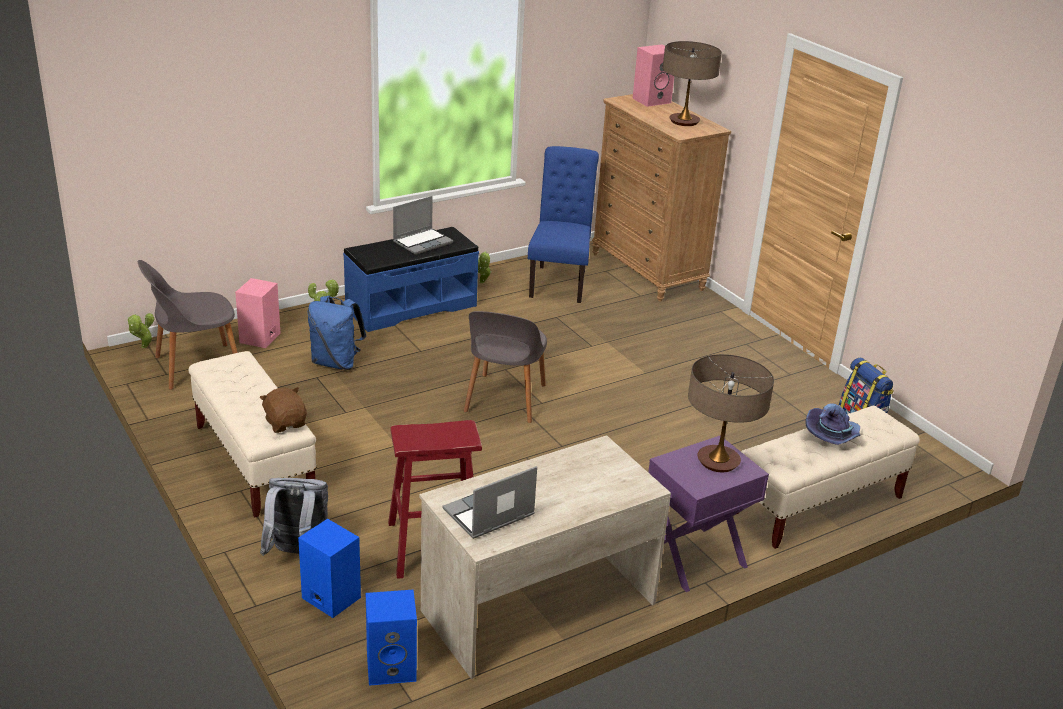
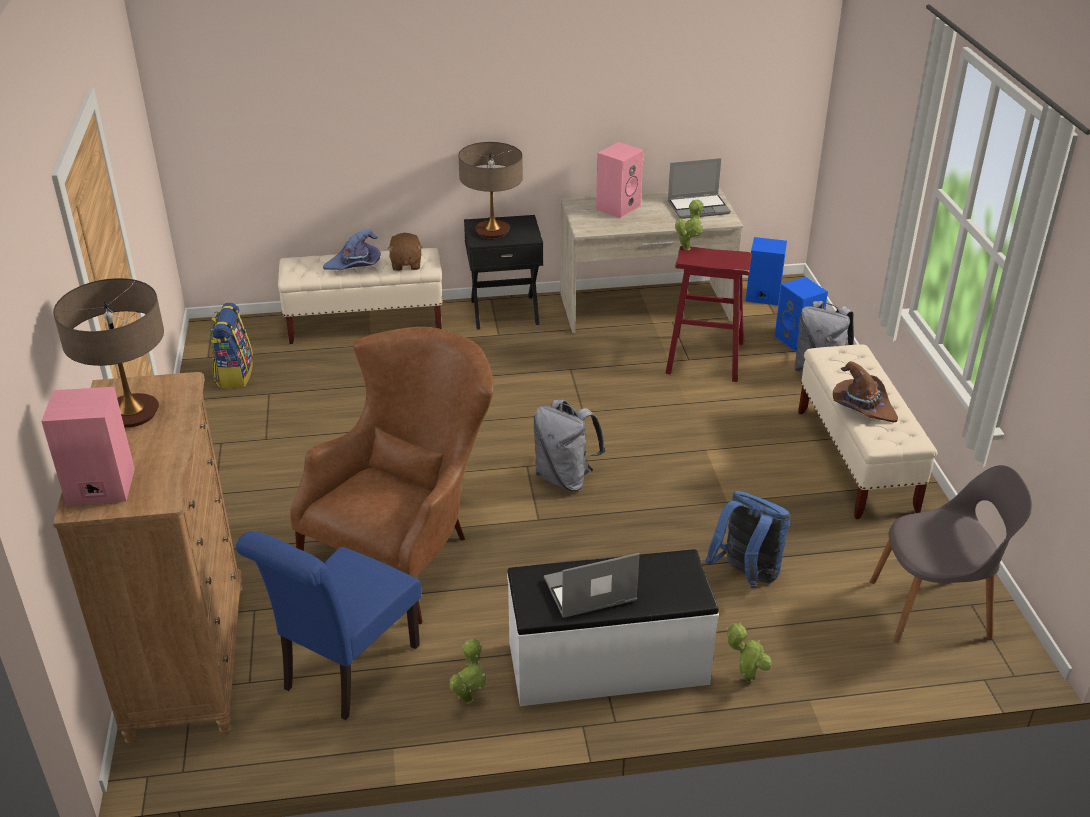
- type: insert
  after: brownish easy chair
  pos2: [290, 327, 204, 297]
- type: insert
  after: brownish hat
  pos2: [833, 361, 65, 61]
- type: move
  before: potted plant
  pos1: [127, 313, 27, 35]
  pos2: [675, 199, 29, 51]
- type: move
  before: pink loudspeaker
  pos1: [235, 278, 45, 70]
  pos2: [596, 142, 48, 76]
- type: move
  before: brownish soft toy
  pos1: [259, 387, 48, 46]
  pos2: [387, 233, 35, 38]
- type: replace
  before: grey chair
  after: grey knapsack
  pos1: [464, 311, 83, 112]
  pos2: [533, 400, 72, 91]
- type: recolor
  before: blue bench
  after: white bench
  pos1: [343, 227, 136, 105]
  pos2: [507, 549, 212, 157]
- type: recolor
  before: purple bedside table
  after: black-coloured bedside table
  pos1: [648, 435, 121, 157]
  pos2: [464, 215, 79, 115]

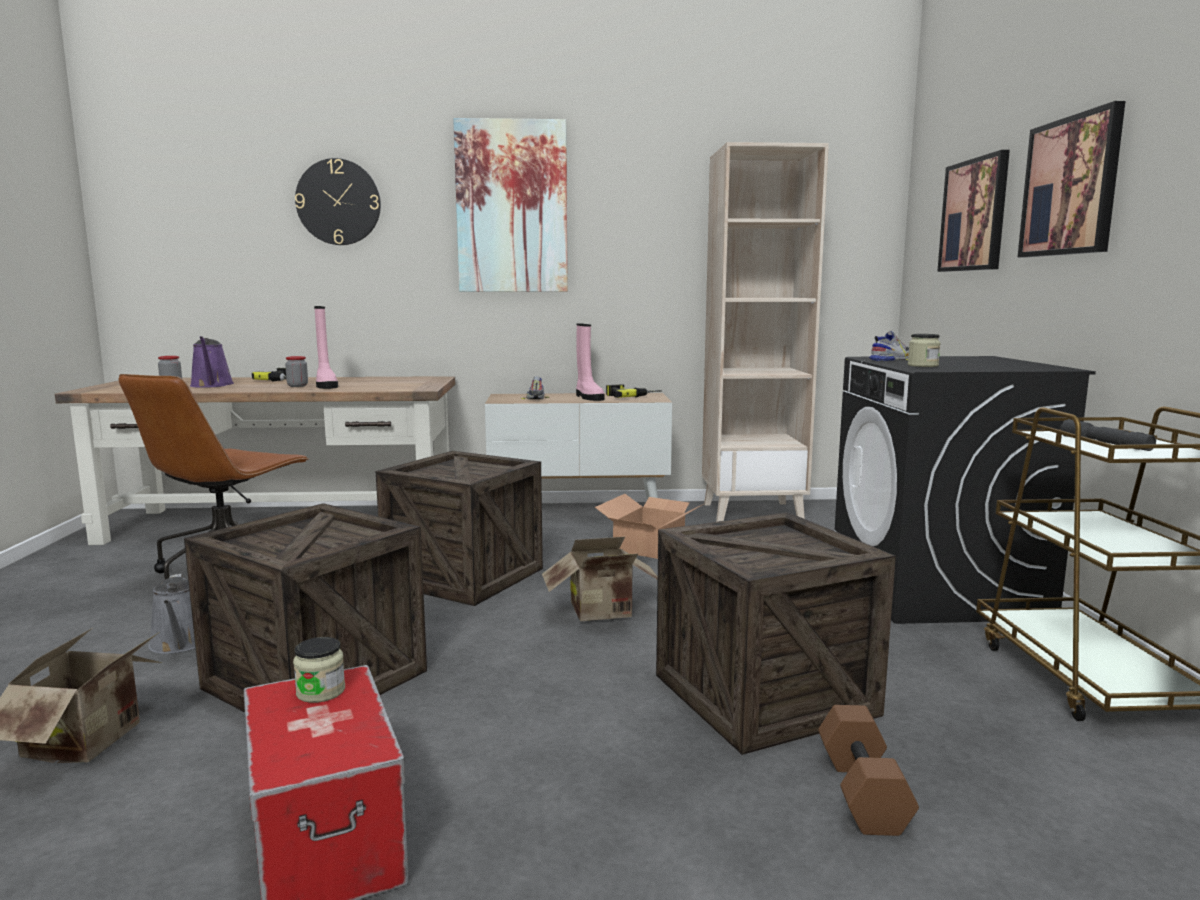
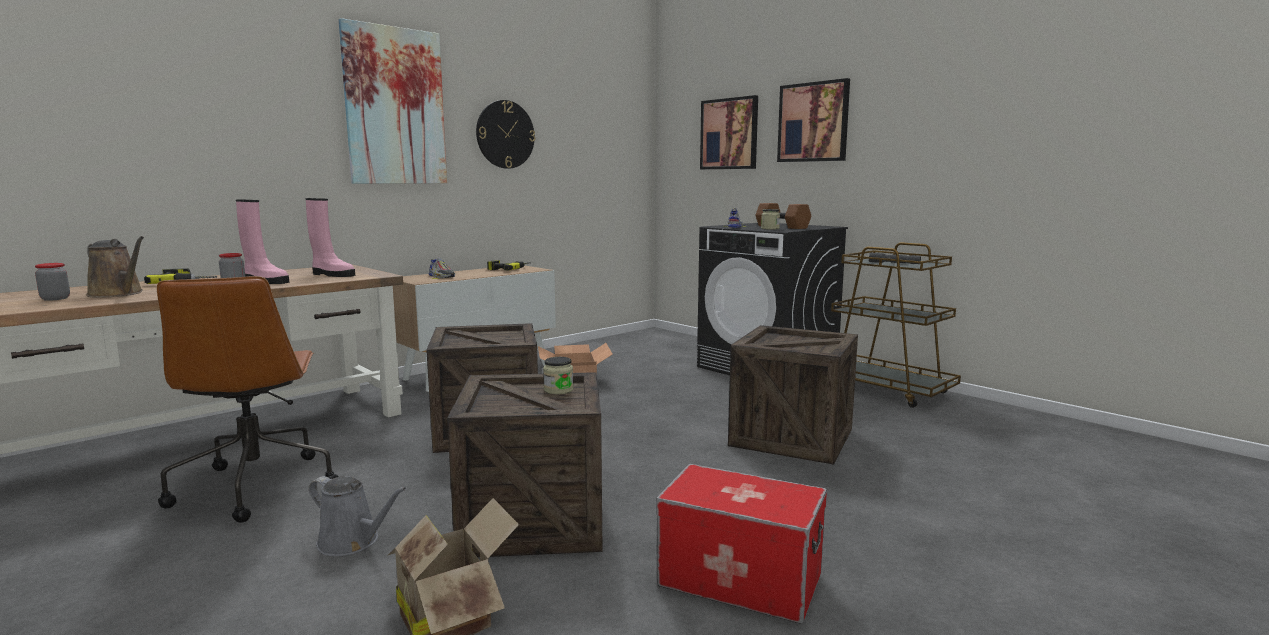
- type: delete
  before: packing box
  pos1: [542, 537, 116, 84]
- type: delete
  before: sand-coloured bookcase
  pos1: [702, 142, 127, 380]
- type: move
  before: jar
  pos1: [293, 637, 52, 66]
  pos2: [543, 357, 30, 37]
- type: move
  before: clock on the wall
  pos1: [295, 158, 86, 87]
  pos2: [476, 100, 59, 69]
- type: move
  before: pink high-top boot
  pos1: [576, 323, 29, 78]
  pos2: [305, 198, 50, 79]
- type: move
  before: brownish hand weight
  pos1: [818, 705, 101, 131]
  pos2: [756, 203, 55, 26]
- type: recolor
  before: purple sprinkling can
  after: brownish sprinkling can
  pos1: [190, 336, 44, 52]
  pos2: [86, 236, 58, 62]

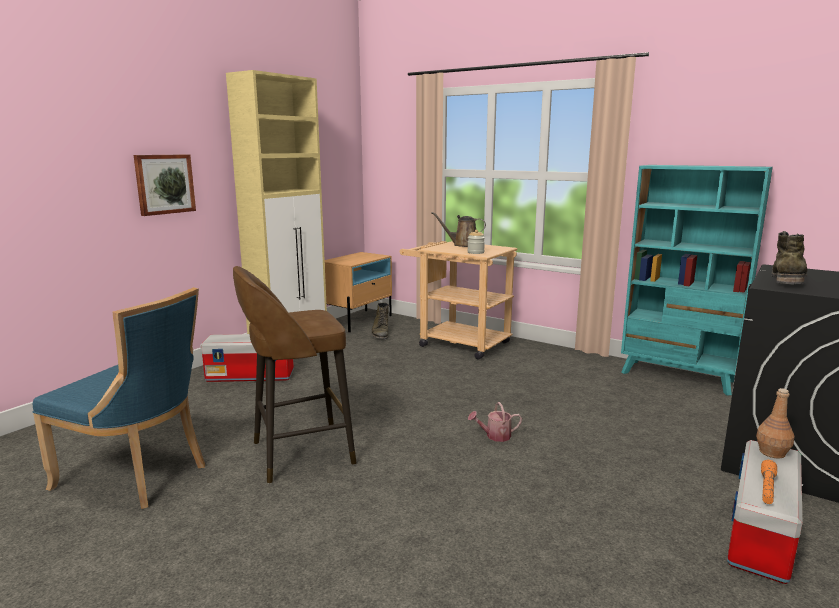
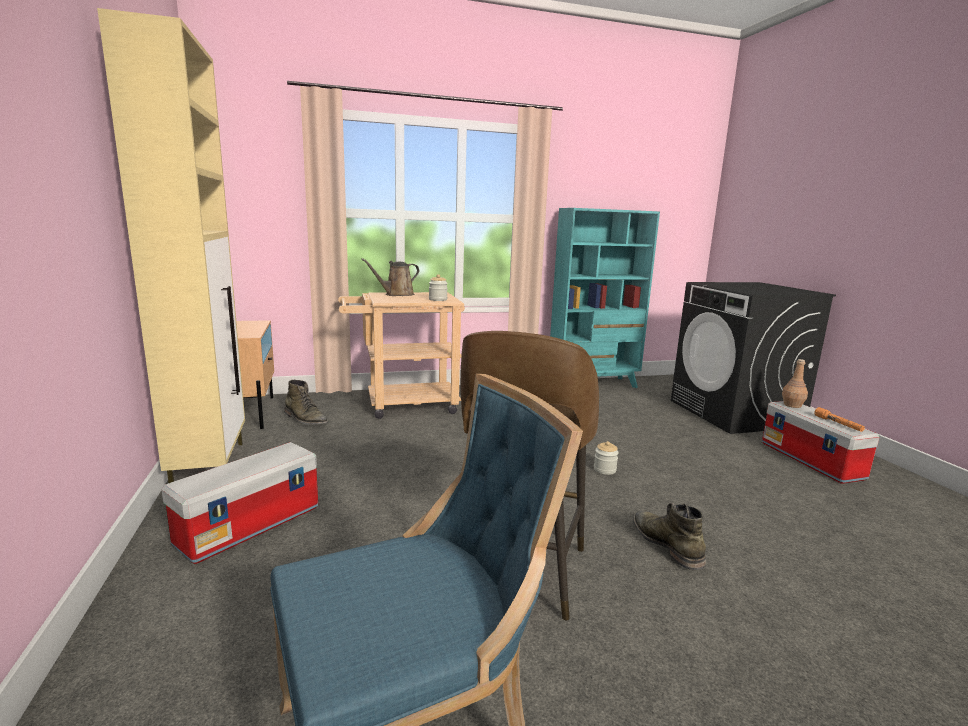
- type: delete
  before: wall art
  pos1: [134, 154, 62, 62]
- type: move
  before: green-coloured high-top boot
  pos1: [771, 231, 36, 54]
  pos2: [633, 502, 73, 68]
- type: replace
  before: sprinkling can
  after: jar
  pos1: [468, 402, 54, 40]
  pos2: [594, 441, 25, 34]

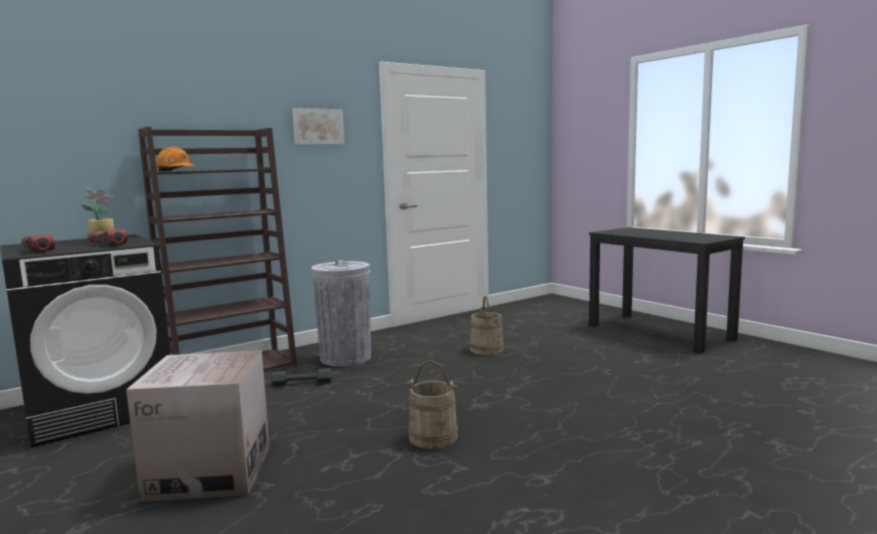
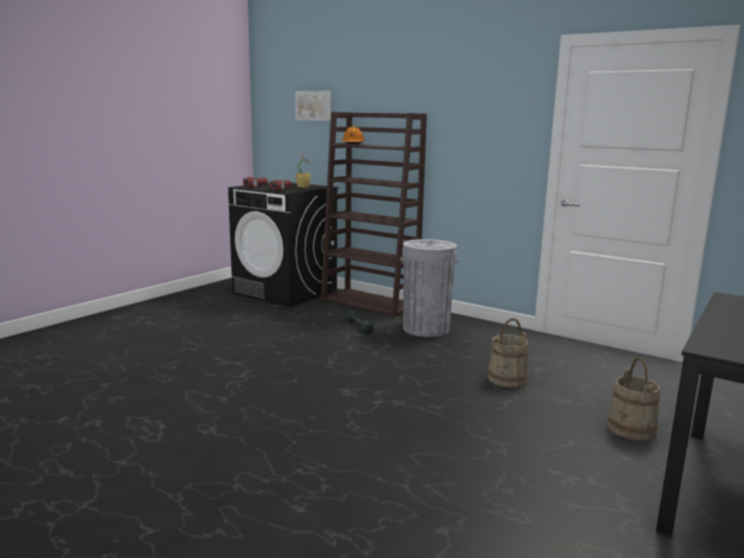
- type: delete
  before: packing box
  pos1: [126, 351, 144, 151]
- type: move
  before: wall art
  pos1: [292, 108, 53, 37]
  pos2: [295, 91, 36, 30]
- type: move
  before: sand-coloured pail
  pos1: [407, 360, 51, 89]
  pos2: [607, 357, 53, 84]

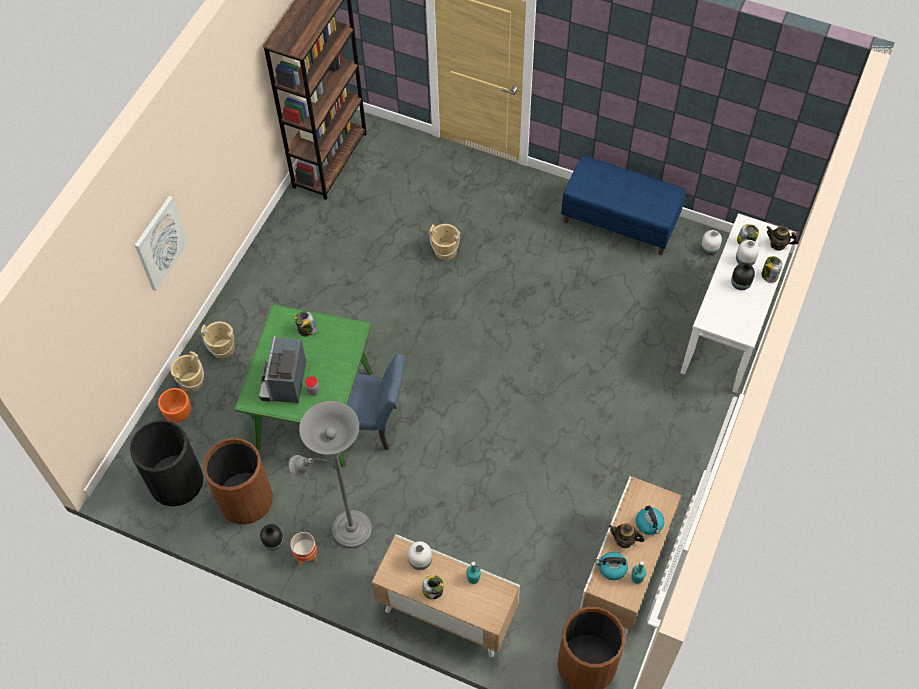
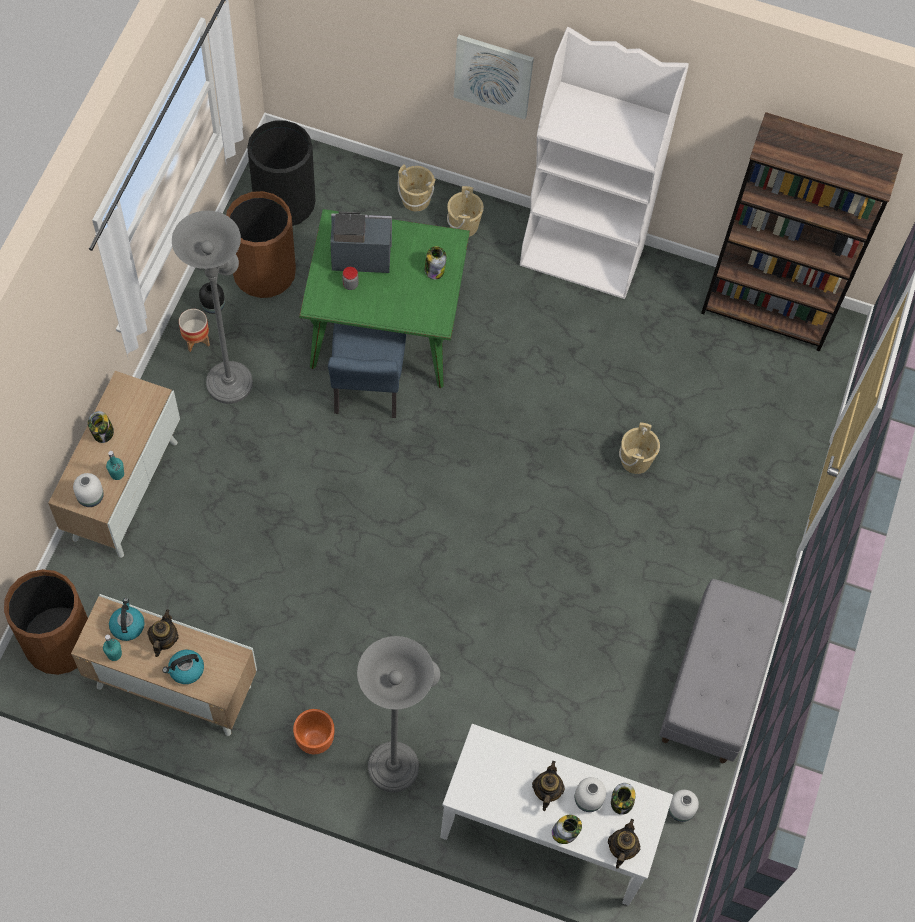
- type: insert
  after: grey standard lamp
  pos2: [357, 636, 83, 156]
- type: insert
  after: white bookcase
  pos2: [520, 27, 169, 272]
- type: move
  before: orangey planter
  pos1: [158, 388, 33, 35]
  pos2: [293, 709, 41, 45]
- type: move
  before: white flower vase
  pos1: [408, 541, 24, 29]
  pos2: [73, 473, 31, 34]
- type: replace
  before: black-coloured flower vase
  after: teapot
  pos1: [731, 263, 24, 27]
  pos2: [532, 761, 33, 50]
- type: recolor
  before: blue bench
  after: grey bench
  pos1: [561, 156, 125, 99]
  pos2: [659, 579, 124, 184]

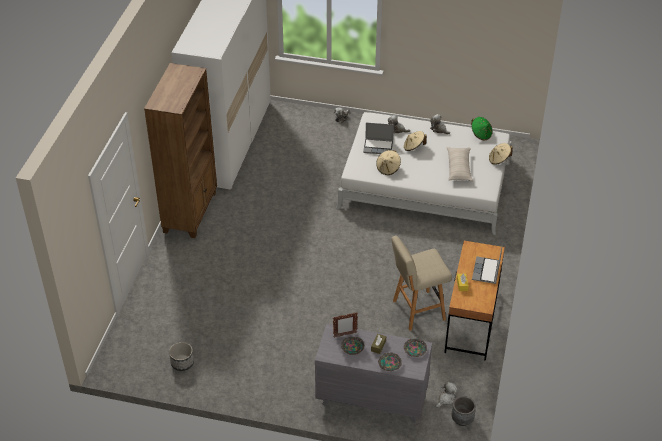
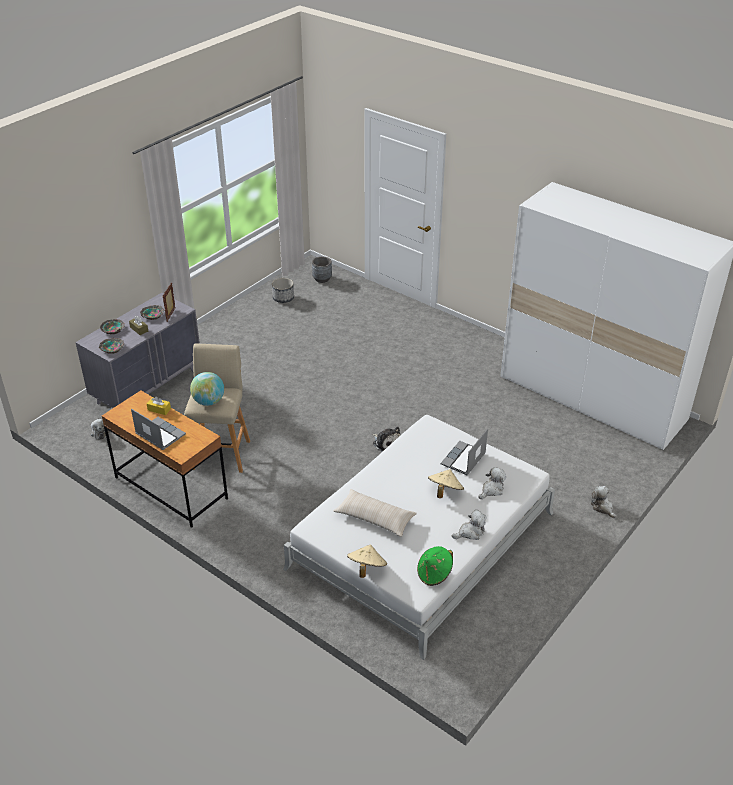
- type: delete
  before: brownish bookcase
  pos1: [144, 63, 73, 175]
- type: delete
  before: sand-coloured hat
  pos1: [376, 150, 25, 25]
- type: insert
  after: world globe
  pos2: [190, 372, 34, 34]
- type: insert
  after: soft toy
  pos2: [372, 427, 28, 25]
- type: move
  before: grey planter
  pos1: [452, 396, 24, 30]
  pos2: [312, 256, 20, 27]

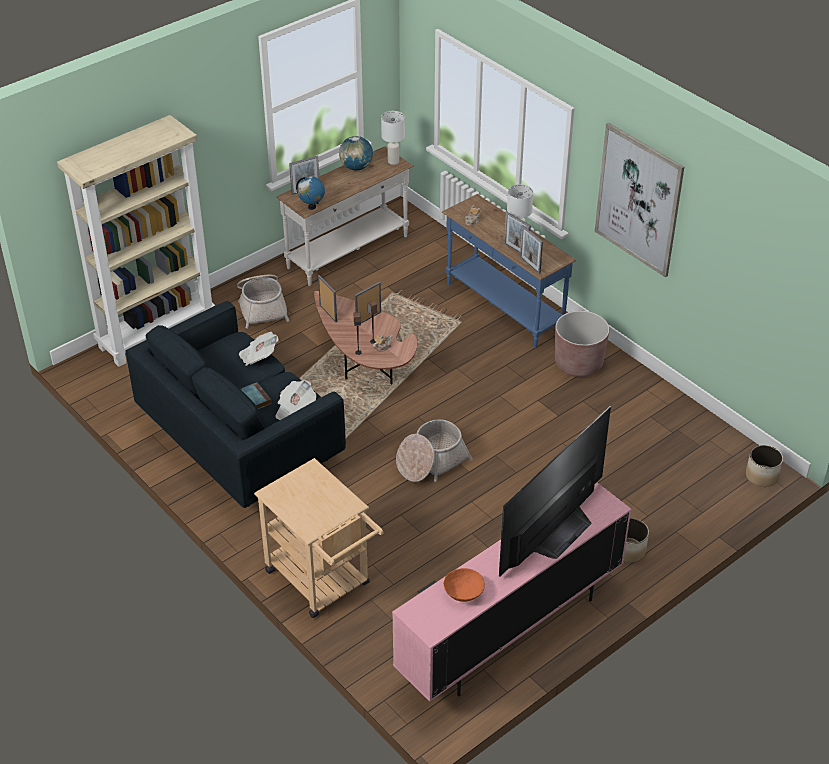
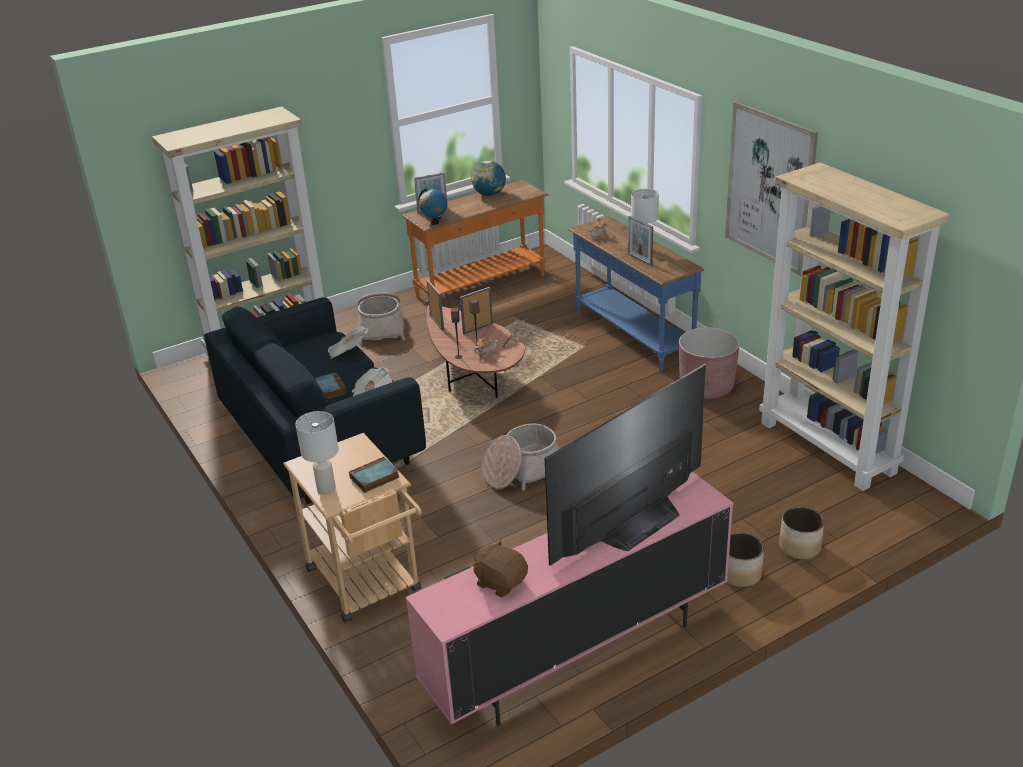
- type: delete
  before: standing frame
  pos1: [520, 225, 23, 49]
- type: insert
  after: book
  pos2: [349, 457, 51, 36]
- type: insert
  after: sand-coloured bookcase
  pos2: [759, 162, 191, 329]
- type: move
  before: white tabletop lamp
  pos1: [381, 111, 24, 54]
  pos2: [295, 411, 44, 84]
- type: move
  before: planter
  pos1: [746, 445, 37, 42]
  pos2: [779, 507, 45, 52]
- type: replace
  before: orangey serving bowl
  after: brownish soft toy
  pos1: [444, 568, 41, 34]
  pos2: [473, 540, 55, 57]
- type: recolor
  before: white hall table
  after: orangey hall table
  pos1: [276, 146, 138, 140]
  pos2: [402, 180, 146, 118]

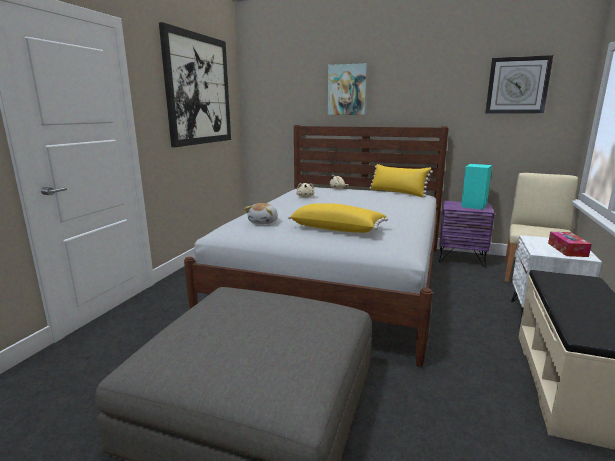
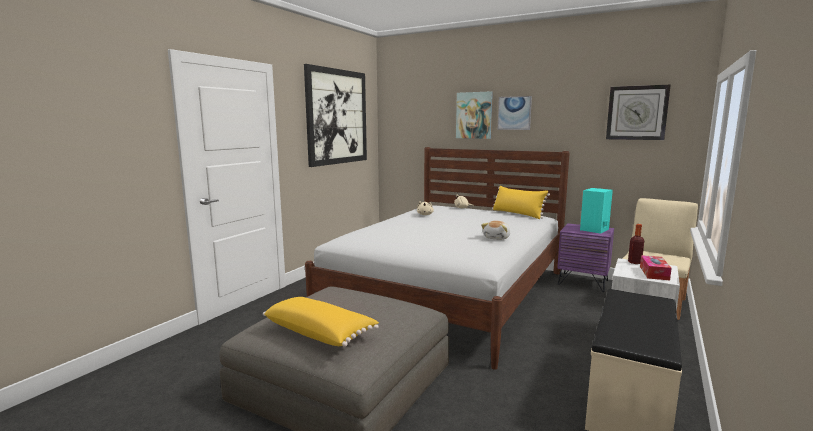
- type: insert
  after: wall art
  pos2: [498, 96, 34, 34]
- type: insert
  after: beverage bottle
  pos2: [628, 224, 16, 40]
- type: move
  before: soft toy
  pos1: [244, 203, 34, 21]
  pos2: [481, 221, 29, 19]
- type: move
  before: yellow-coloured cushion
  pos1: [288, 203, 100, 30]
  pos2: [263, 297, 116, 50]

